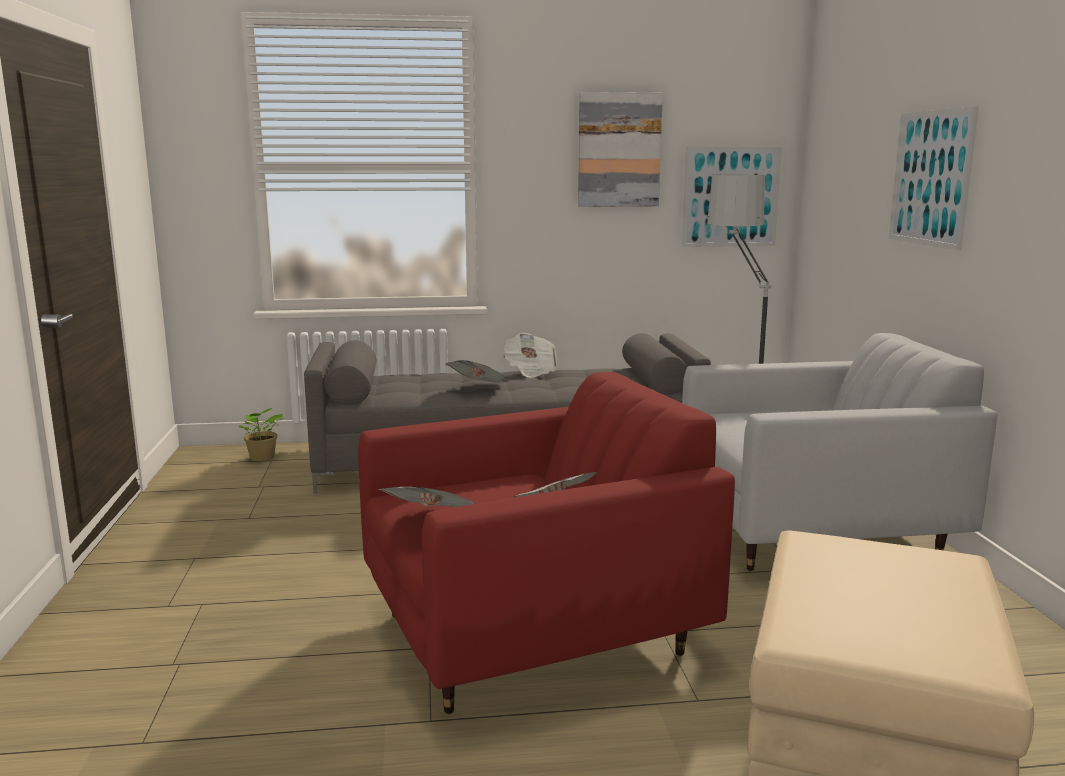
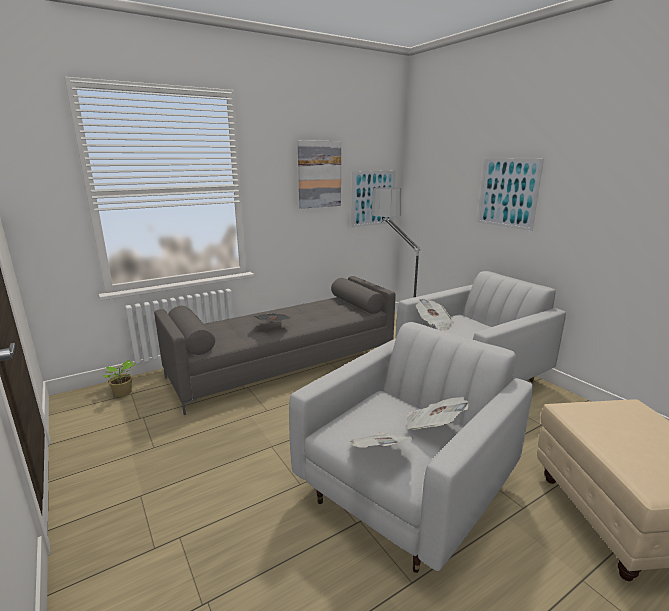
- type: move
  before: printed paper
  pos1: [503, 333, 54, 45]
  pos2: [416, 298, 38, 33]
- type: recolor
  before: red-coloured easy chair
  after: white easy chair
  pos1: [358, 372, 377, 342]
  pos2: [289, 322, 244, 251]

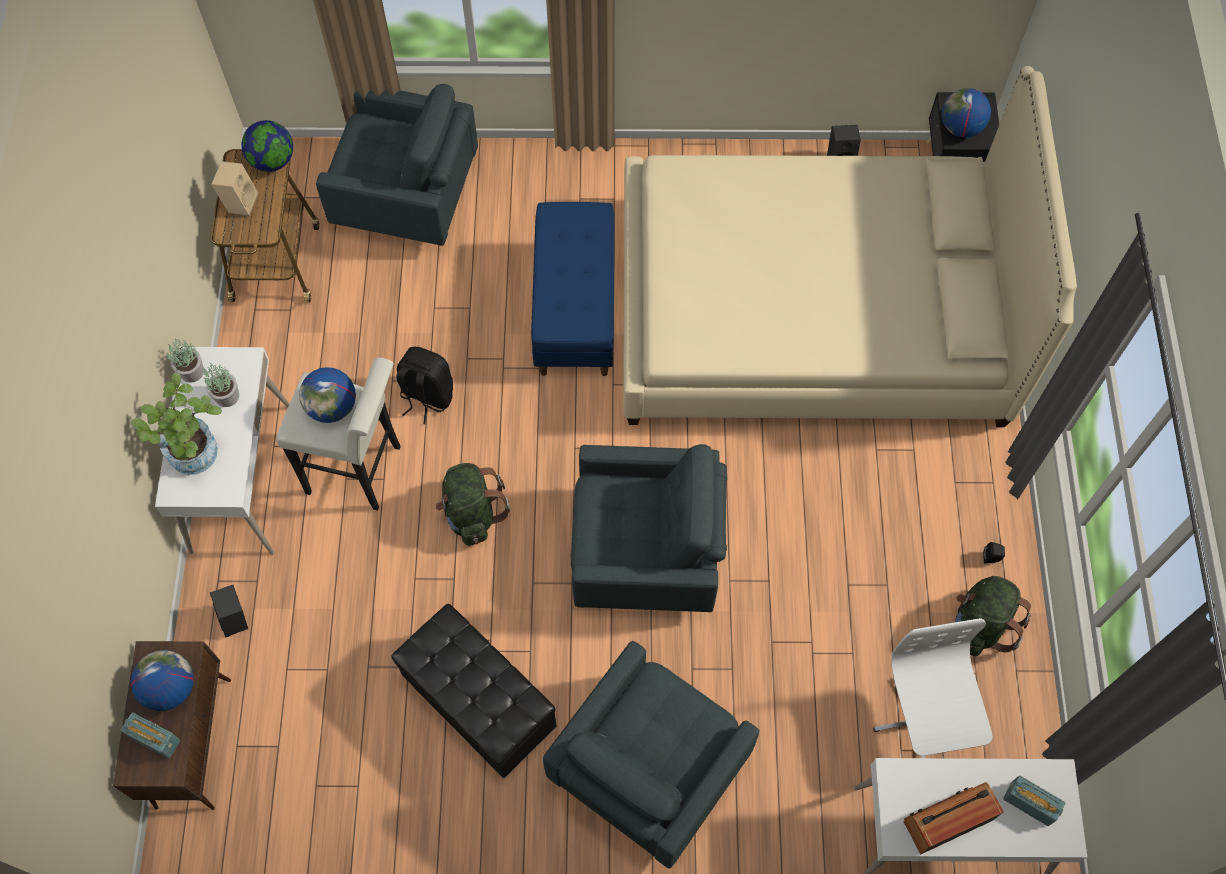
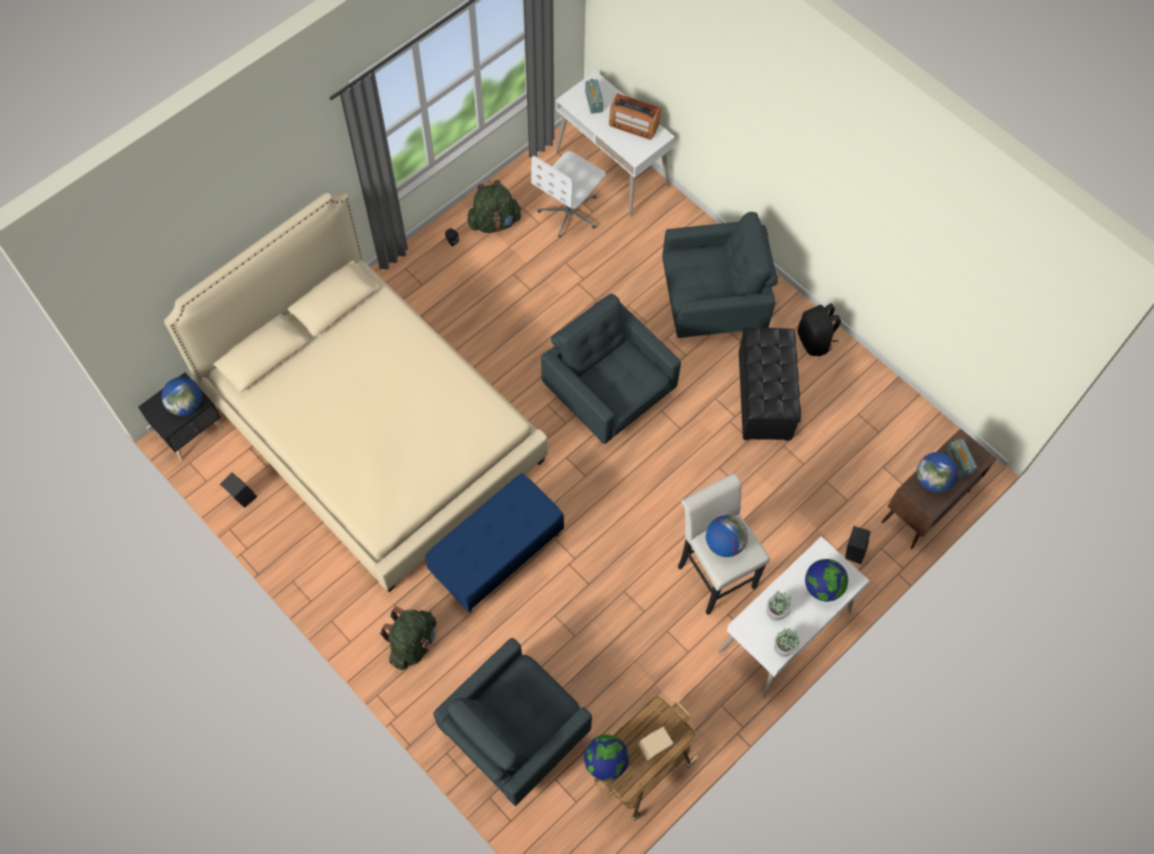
- type: move
  before: black-coloured knapsack
  pos1: [397, 347, 56, 77]
  pos2: [798, 303, 43, 53]
- type: move
  before: green-coloured knapsack
  pos1: [436, 463, 74, 83]
  pos2: [380, 607, 56, 63]
- type: replace
  before: potted plant
  after: world globe
  pos1: [130, 373, 92, 102]
  pos2: [805, 559, 43, 43]
- type: rotate
  before: grey easy chair
  pos1: [316, 84, 162, 162]
  pos2: [433, 638, 159, 168]
  turn: -105

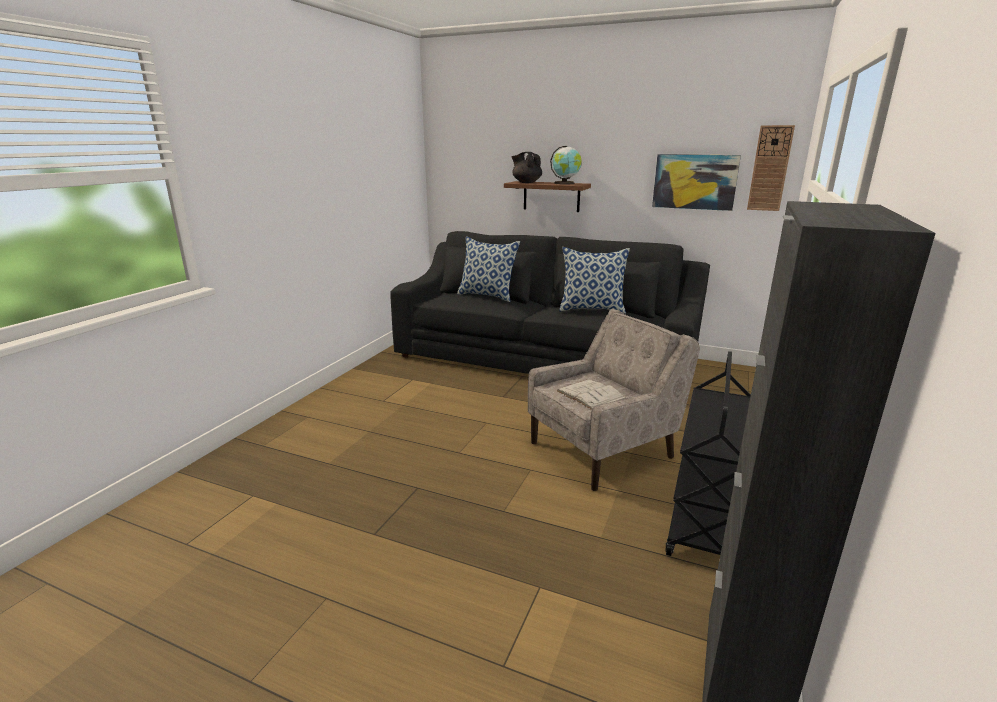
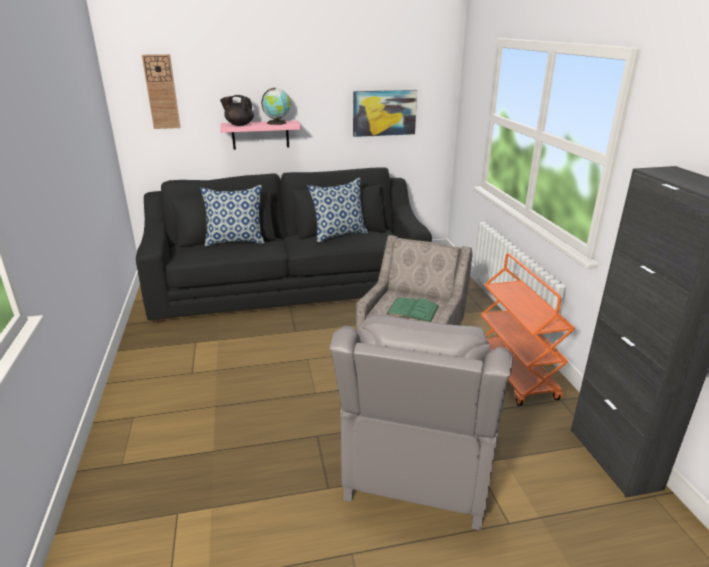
- type: insert
  after: grey easy chair
  pos2: [330, 315, 183, 216]
- type: move
  before: clock on the wall
  pos1: [747, 125, 48, 86]
  pos2: [142, 54, 39, 75]
- type: recolor
  before: brownish bracket shelf
  after: pink bracket shelf
  pos1: [504, 181, 87, 31]
  pos2: [220, 120, 81, 30]
- type: recolor
  before: white book
  after: green-coloured book
  pos1: [556, 379, 69, 31]
  pos2: [386, 298, 53, 24]
- type: recolor
  before: black-coloured wheeled cart
  after: orangey wheeled cart
  pos1: [665, 351, 86, 205]
  pos2: [481, 253, 94, 153]

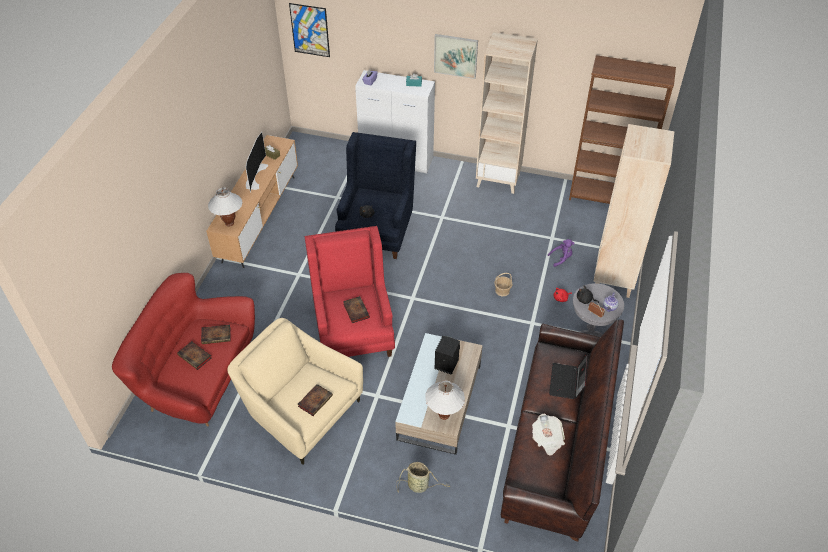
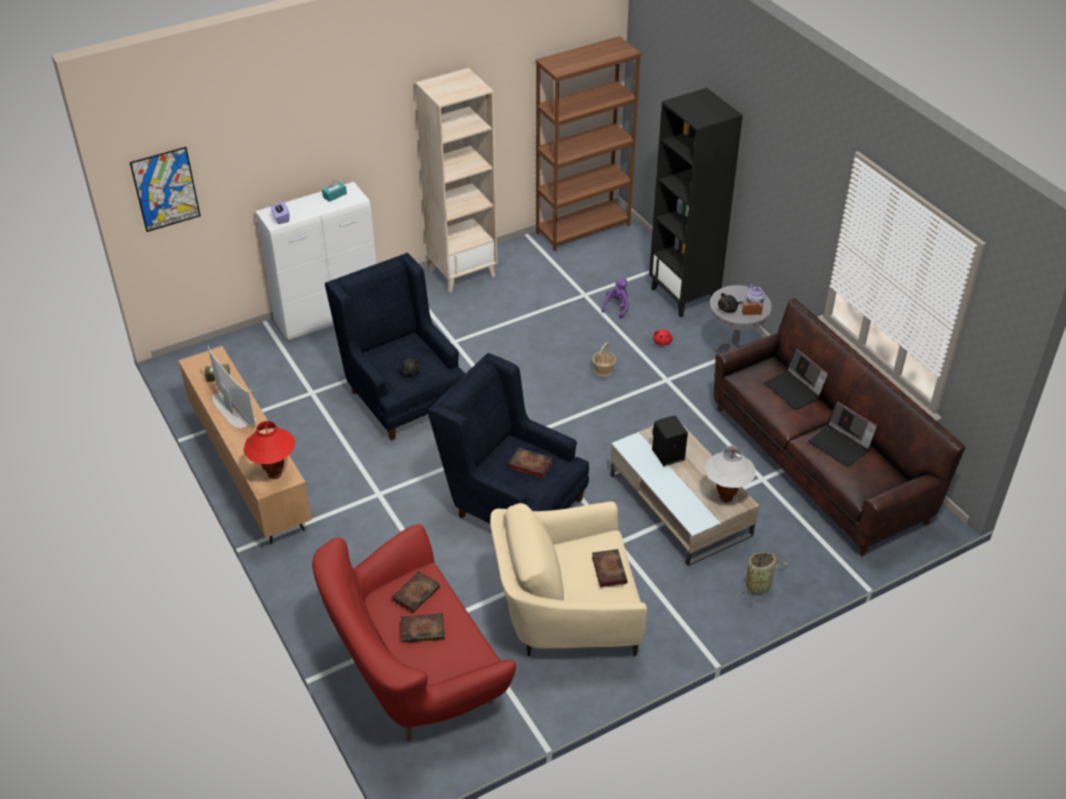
- type: delete
  before: wall art
  pos1: [434, 34, 44, 45]
- type: replace
  before: printed paper
  after: notebook computer
  pos1: [532, 414, 33, 42]
  pos2: [808, 400, 70, 67]
- type: recolor
  before: white tabletop lamp
  after: red-coloured tabletop lamp
  pos1: [208, 187, 35, 40]
  pos2: [244, 421, 51, 58]
- type: recolor
  before: red-coloured easy chair
  after: blue easy chair
  pos1: [305, 226, 90, 131]
  pos2: [427, 353, 162, 171]
- type: recolor
  before: sand-coloured bookcase
  after: black-coloured bookcase
  pos1: [593, 124, 81, 174]
  pos2: [649, 88, 94, 229]

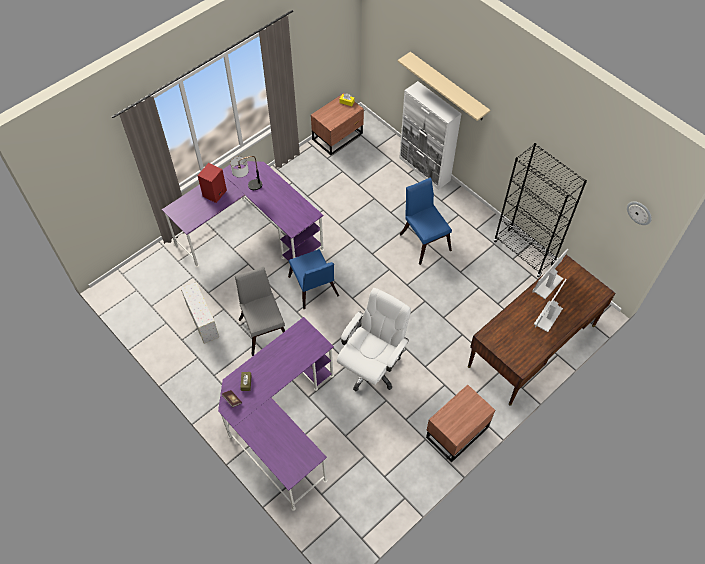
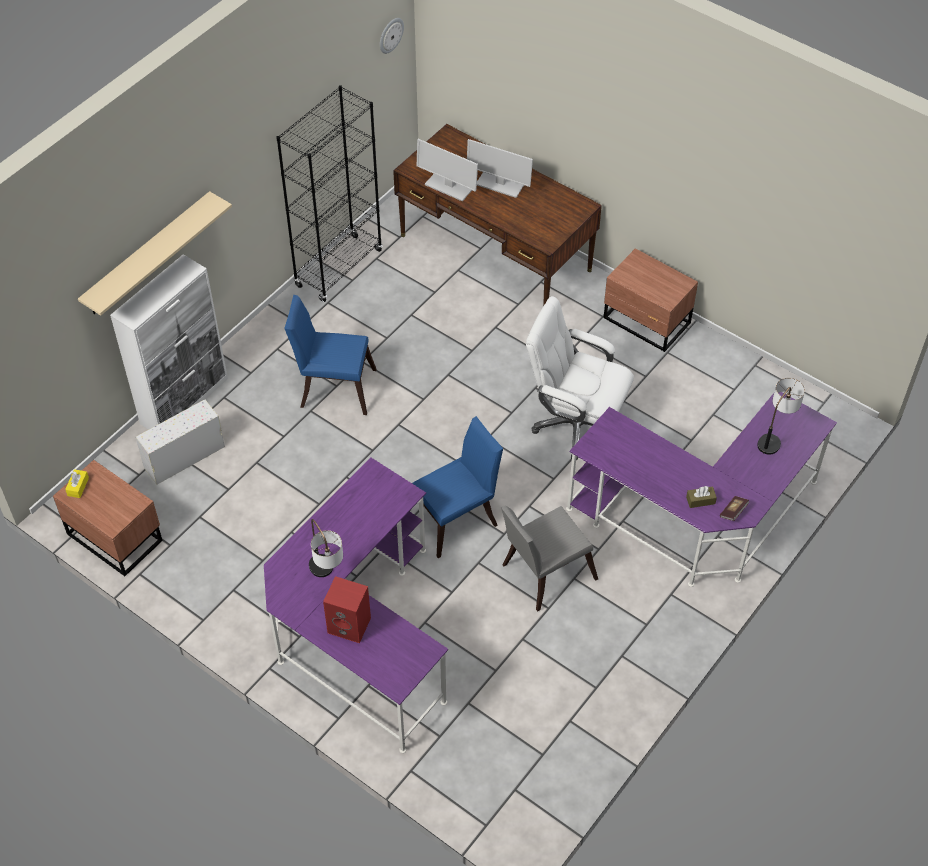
- type: insert
  after: tabletop lamp
  pos2: [757, 378, 48, 77]
- type: move
  before: white storage bin
  pos1: [181, 282, 38, 62]
  pos2: [135, 400, 90, 84]
- type: rotate
  before: blue chair
  pos1: [400, 177, 52, 88]
  pos2: [284, 295, 93, 120]
  turn: 45

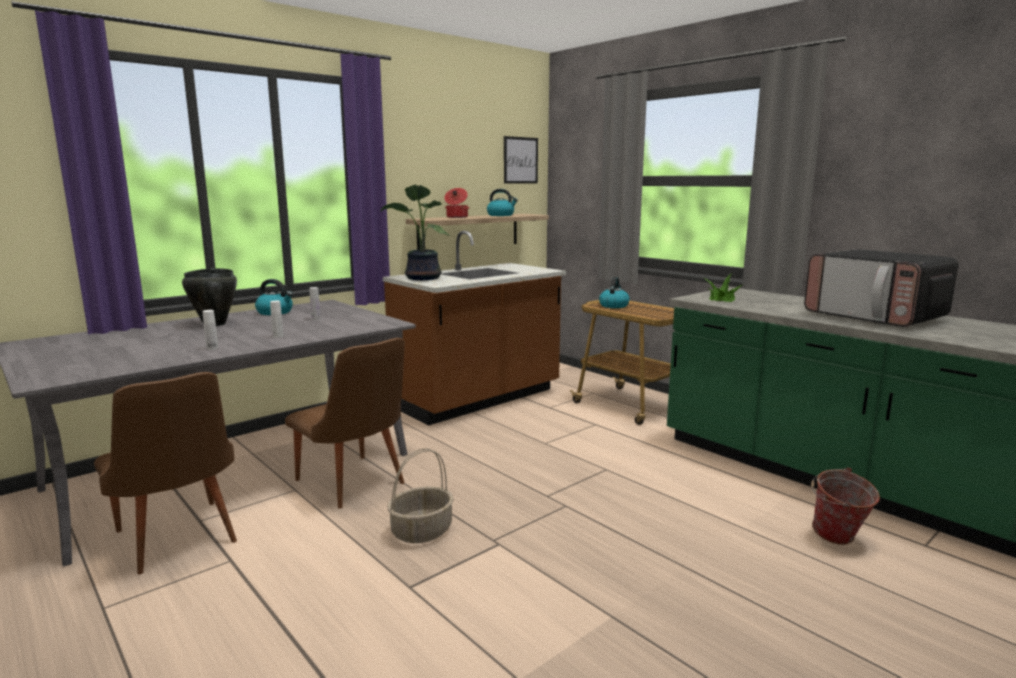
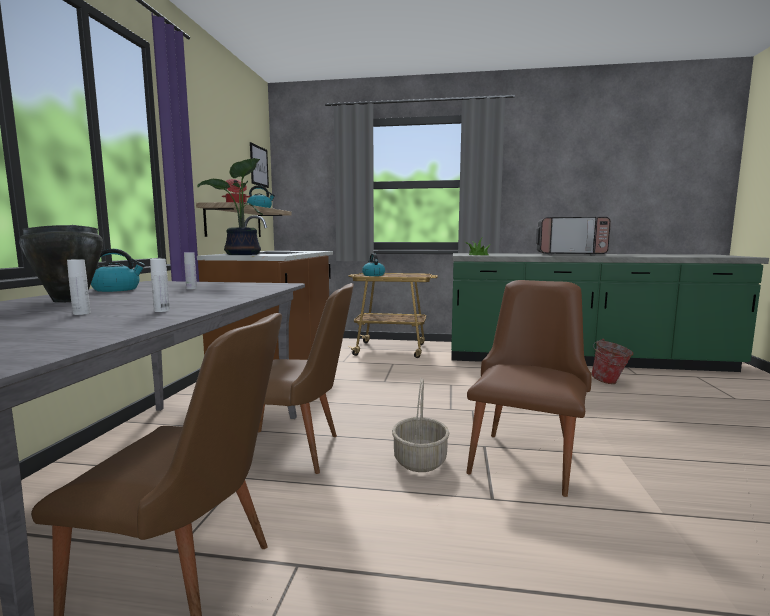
- type: insert
  after: brownish chair
  pos2: [466, 280, 126, 217]
- type: move
  before: white beverage bottle
  pos1: [270, 301, 13, 37]
  pos2: [67, 259, 24, 56]

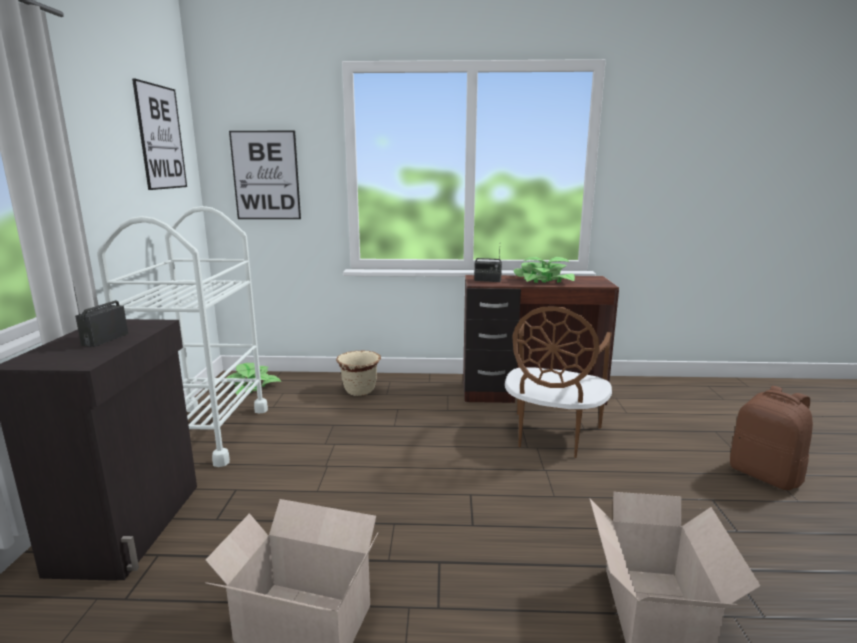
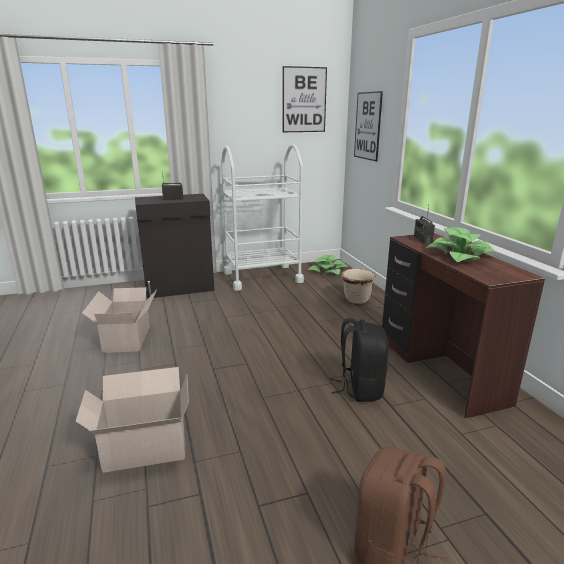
- type: replace
  before: brownish chair
  after: black-coloured knapsack
  pos1: [505, 306, 107, 152]
  pos2: [330, 318, 59, 84]

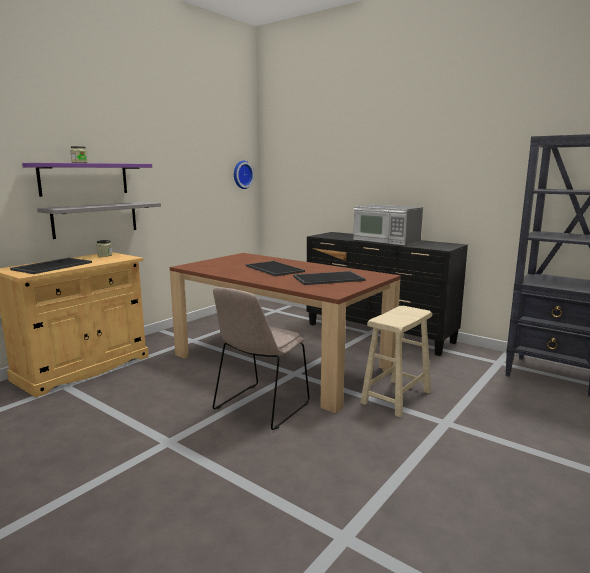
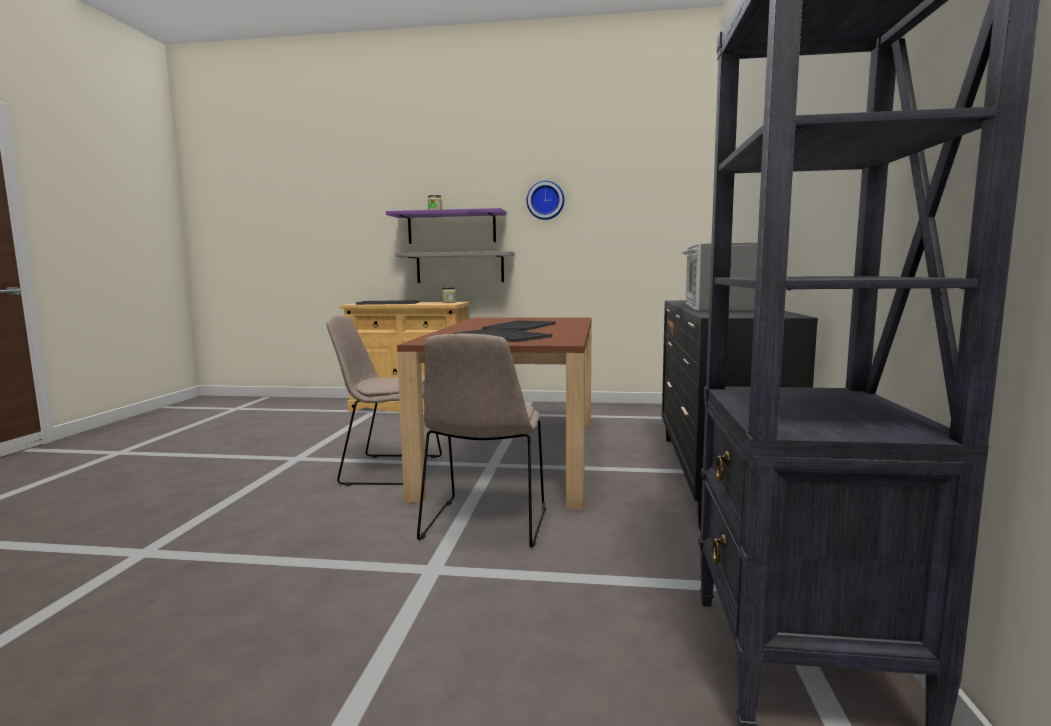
- type: move
  before: clock on the wall
  pos1: [234, 161, 20, 28]
  pos2: [527, 181, 37, 39]
- type: replace
  before: sand-coloured stool seat
  after: sand-coloured chair
  pos1: [360, 306, 72, 112]
  pos2: [417, 333, 129, 215]

